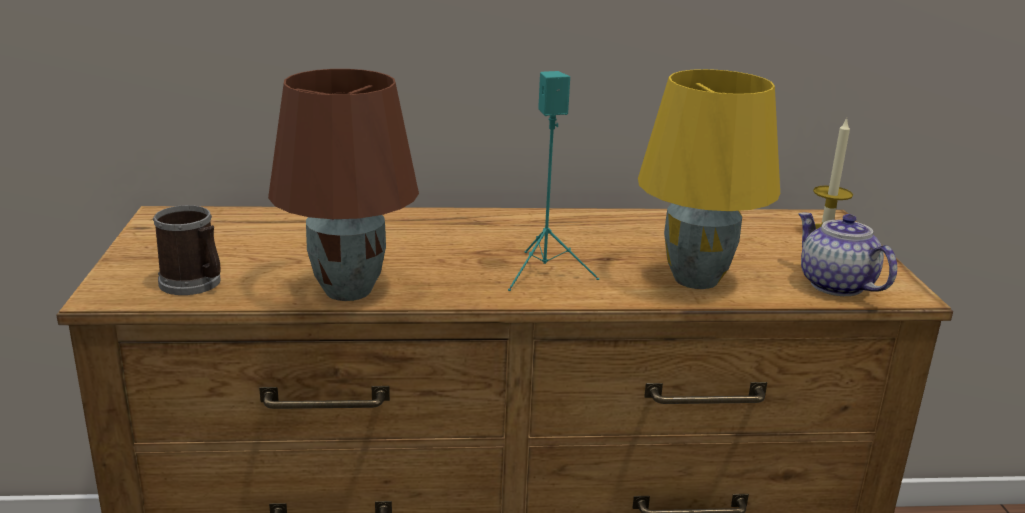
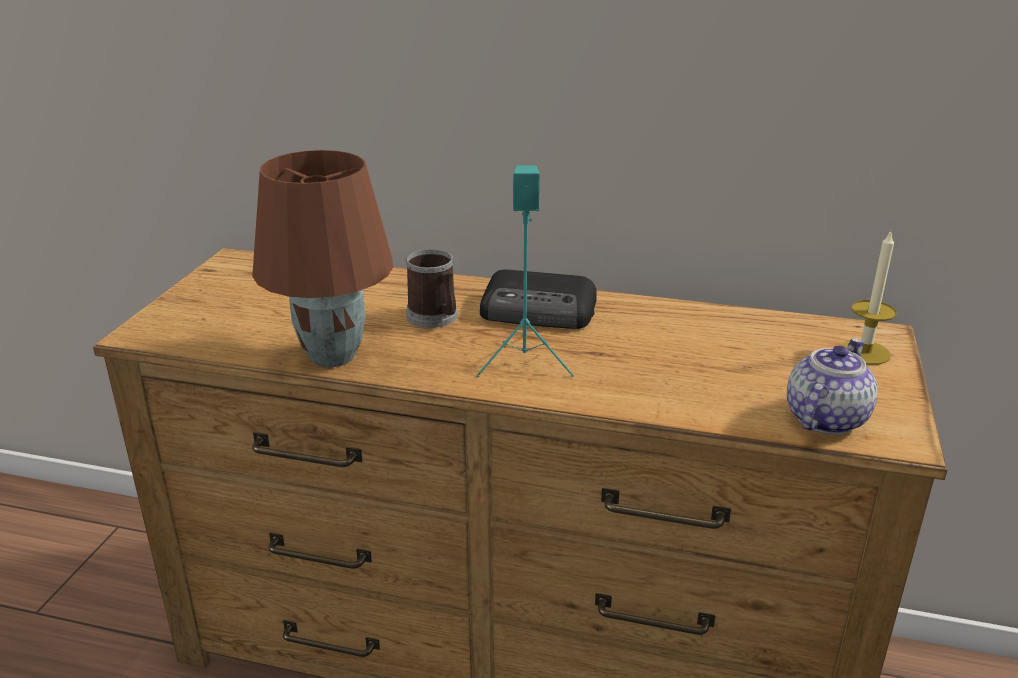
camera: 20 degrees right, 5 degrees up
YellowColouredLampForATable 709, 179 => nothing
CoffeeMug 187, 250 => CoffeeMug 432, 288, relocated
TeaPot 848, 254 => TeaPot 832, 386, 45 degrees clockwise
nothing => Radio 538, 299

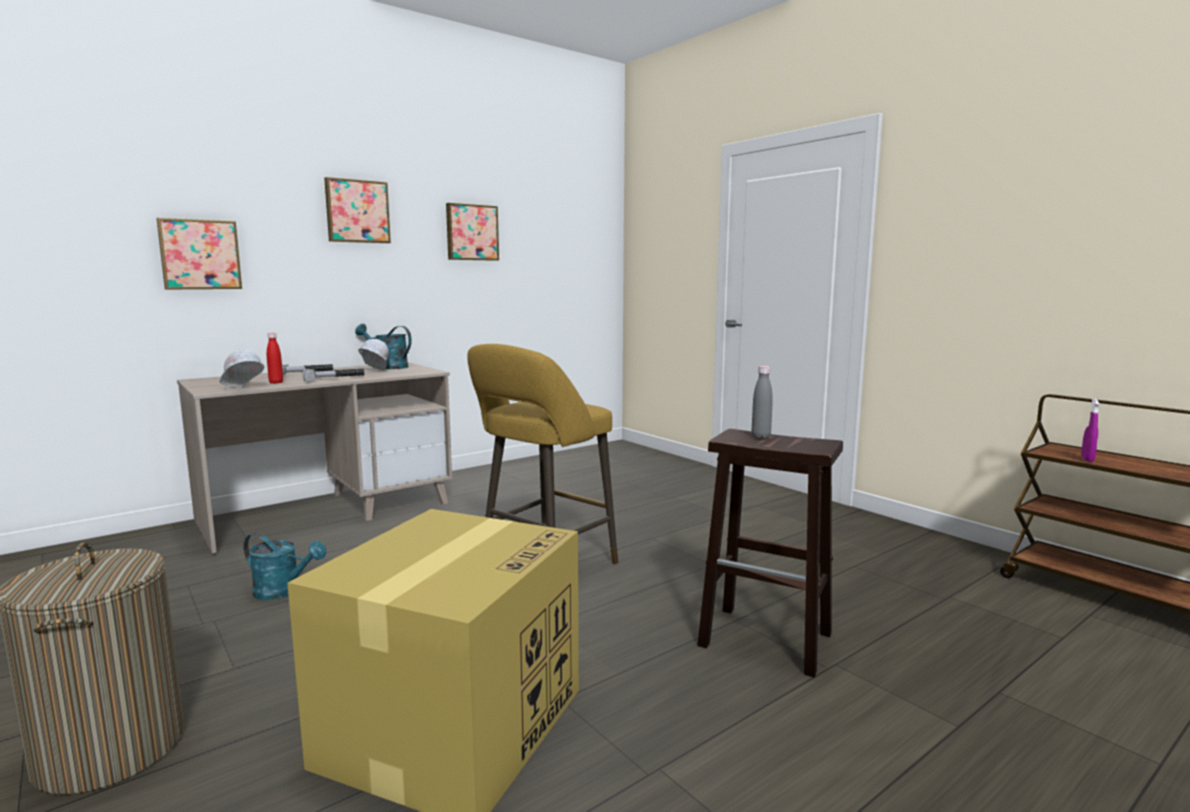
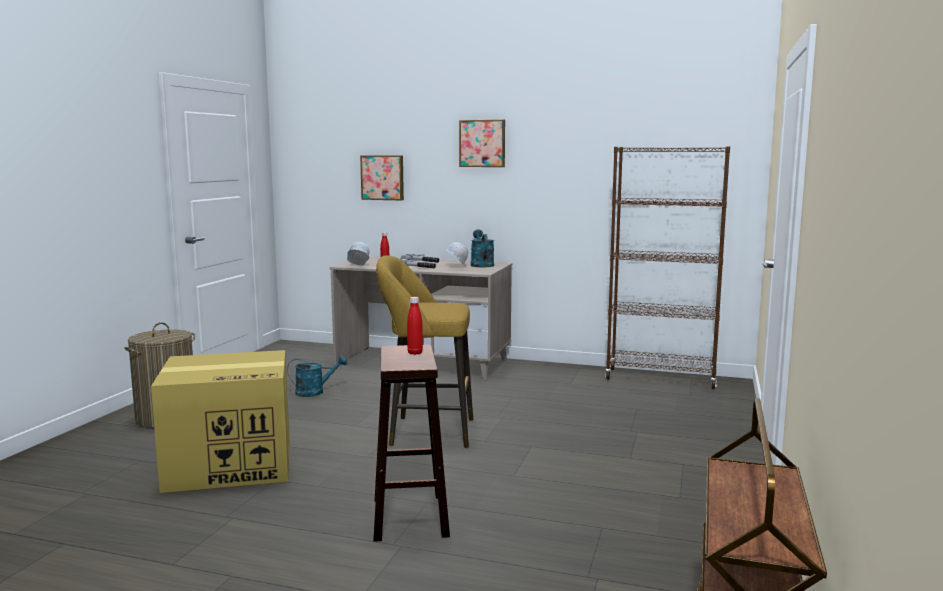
camera: 55 degrees right, 0 degrees up
WallPicture 472, 232 => nothing
GreyishDrinkBottle 762, 402 => RedColouredDrinkBottle 415, 326
PurpleColouredSprayer 1090, 430 => nothing
BlueGreenWateringPot 284, 566 => BlueGreenWateringPot 317, 376, 90 degrees counterclockwise
nothing => BrownColouredBookshelf 667, 267

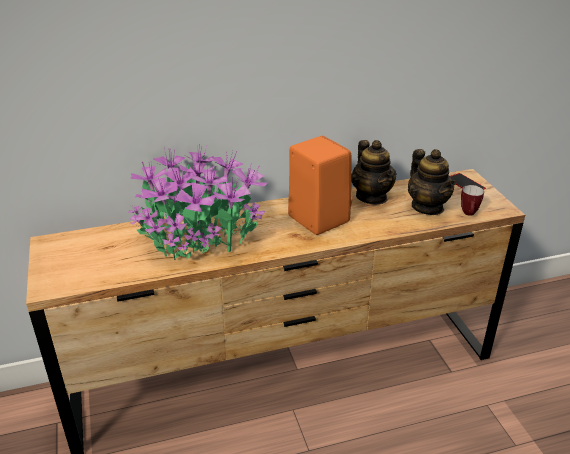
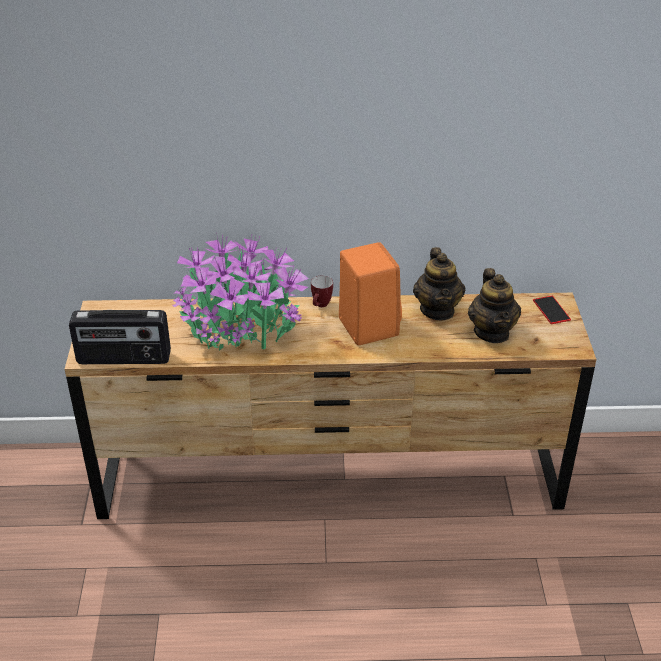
camera: 15 degrees right, 5 degrees up
CoffeeMug 472, 200 => CoffeeMug 322, 291, relocated
nothing => Radio 120, 337

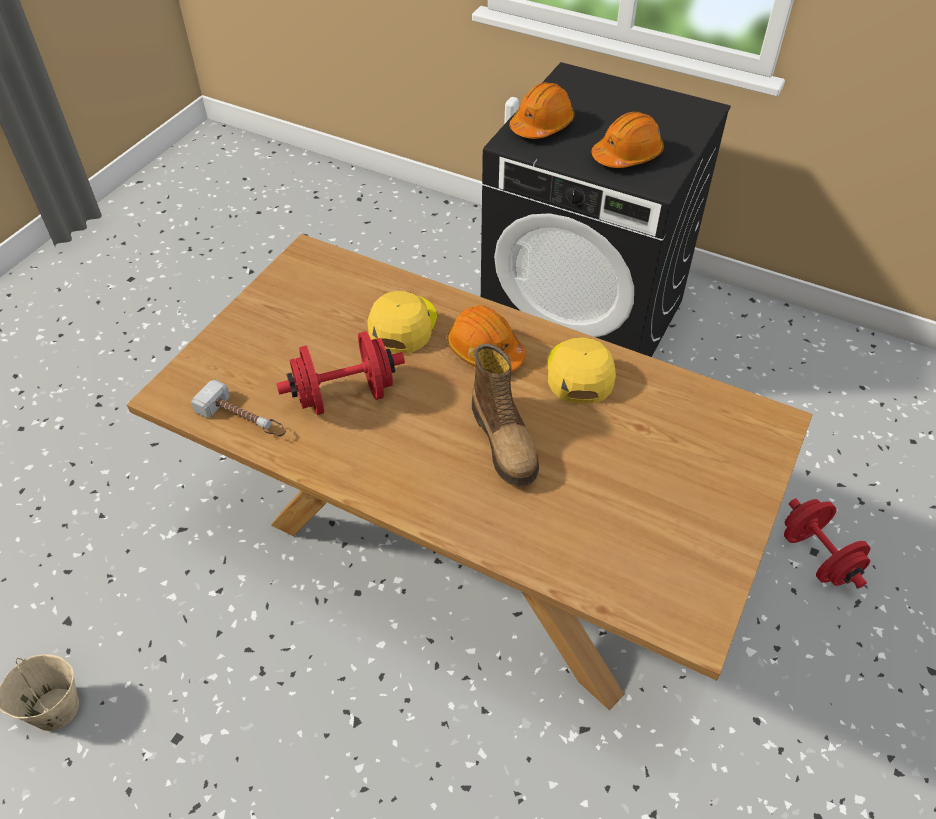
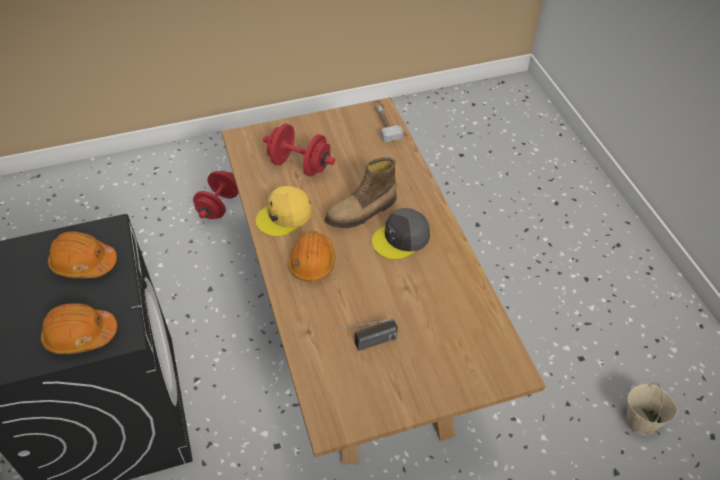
camera: 135 degrees left, 0 degrees up
YellowColouredBaseballCap 402, 322 => nothing
RedColouredDumbbell 340, 373 => RedColouredDumbbell 299, 150, relocated
HighTopBoot 505, 415 => HighTopBoot 361, 192, 150 degrees counterclockwise
ToolHammer 238, 408 => ToolHammer 388, 121, relocated
nothing => GreyishBaseballCap 401, 233
nothing => Radio 365, 335

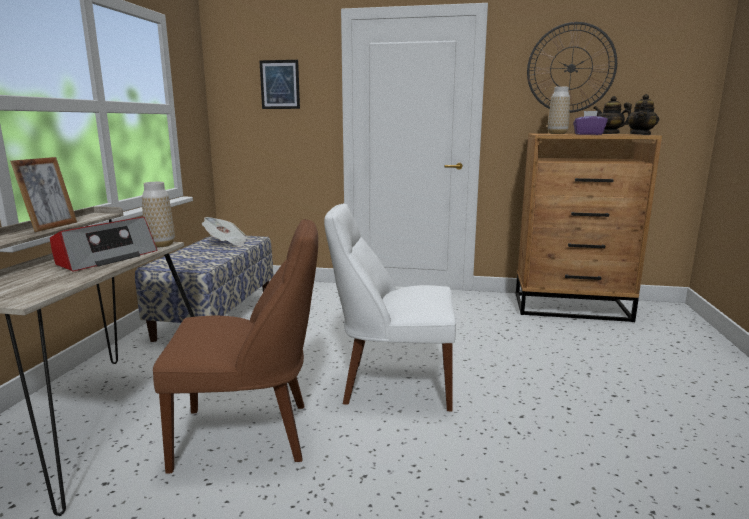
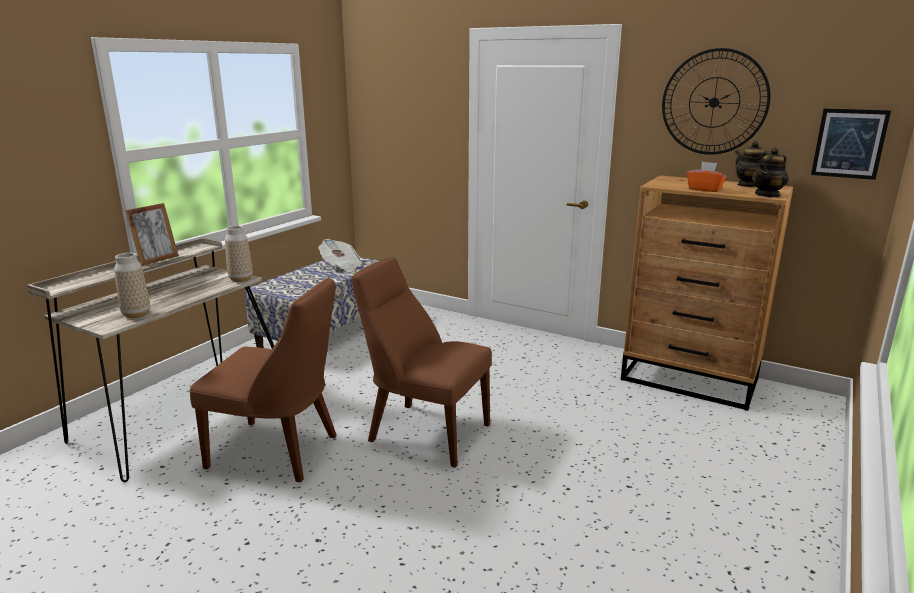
camera: 20 degrees right, 5 degrees up
WallPicture 279, 84 => WallPicture 851, 144, relocated
FlowerVase 559, 110 => FlowerVase 132, 285, relocated
PurpleColouredBoxOfTissues 590, 123 => OrangeBoxOfTissues 707, 177
WhitishUprightChair 390, 307 => BrownColouredUprightChair 422, 362
Radio 103, 244 => nothing

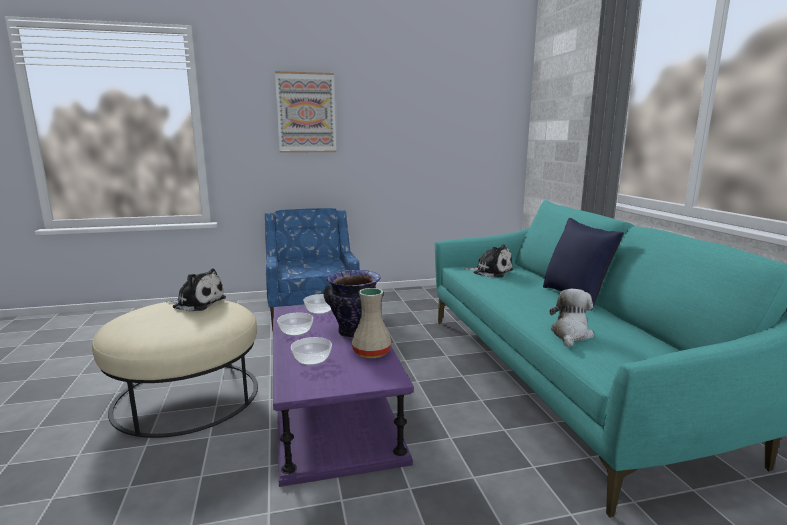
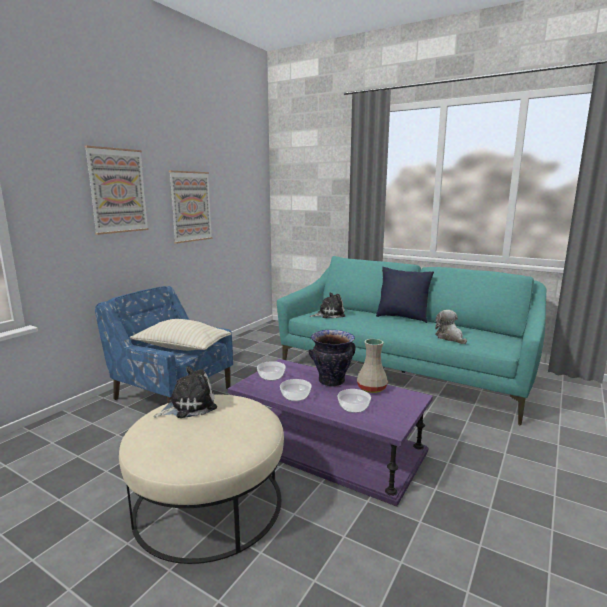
camera: 45 degrees left, 0 degrees up
nothing => WallPicture 191, 207
nothing => BeigeCushion 180, 335

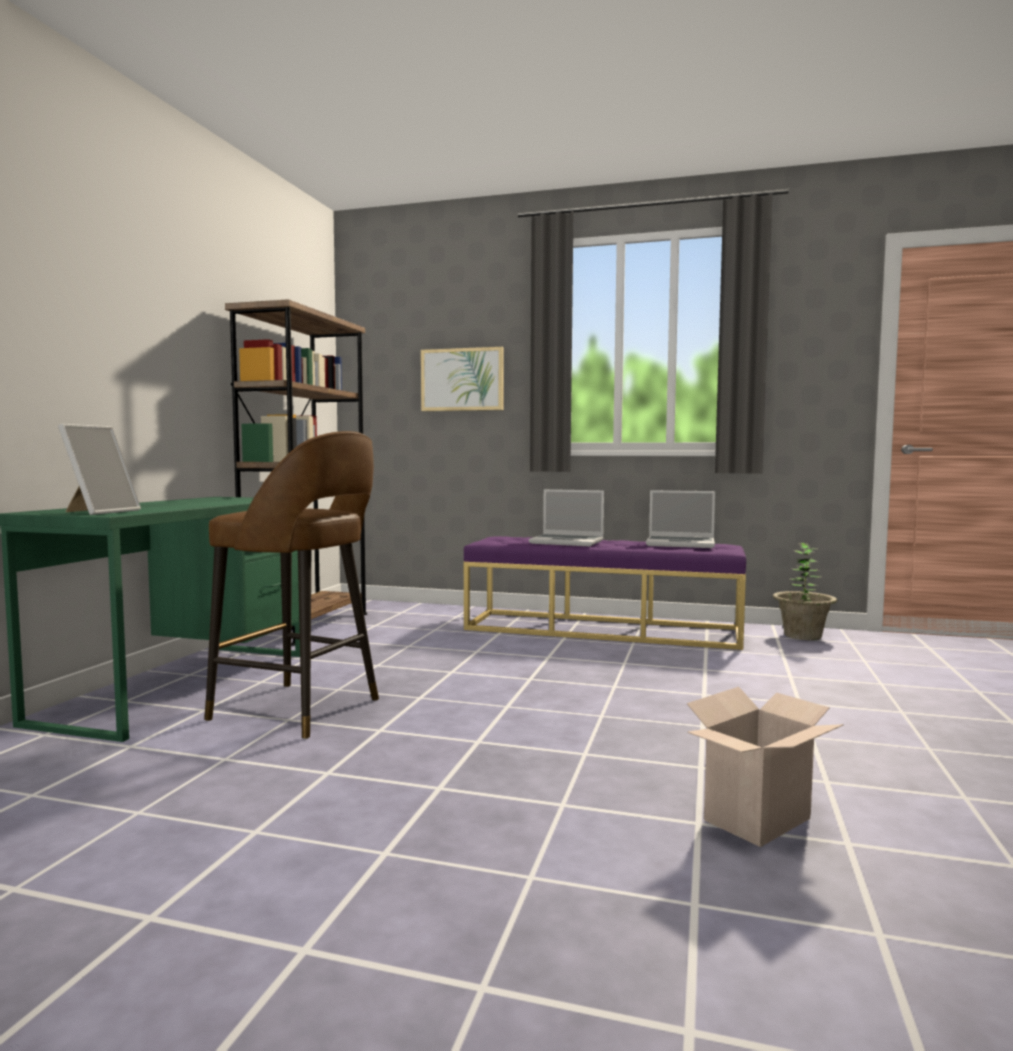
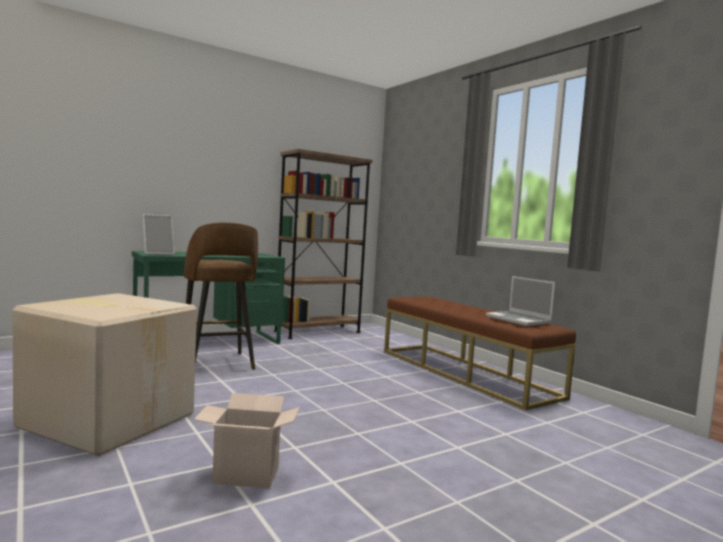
camera: 40 degrees right, 0 degrees up
WallPicture 462, 379 => nothing
Laptop 566, 517 => nothing
PurpleColouredLongSeat 605, 593 => BrownColouredLongSeat 480, 353
PlantInAPot 805, 591 => nothing
nothing => PackingBox 104, 374

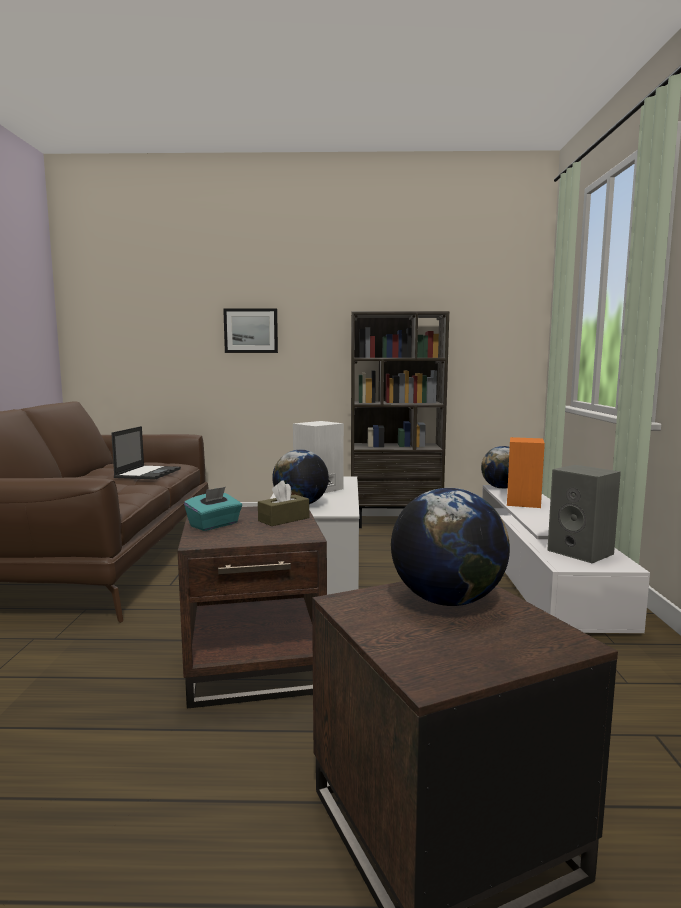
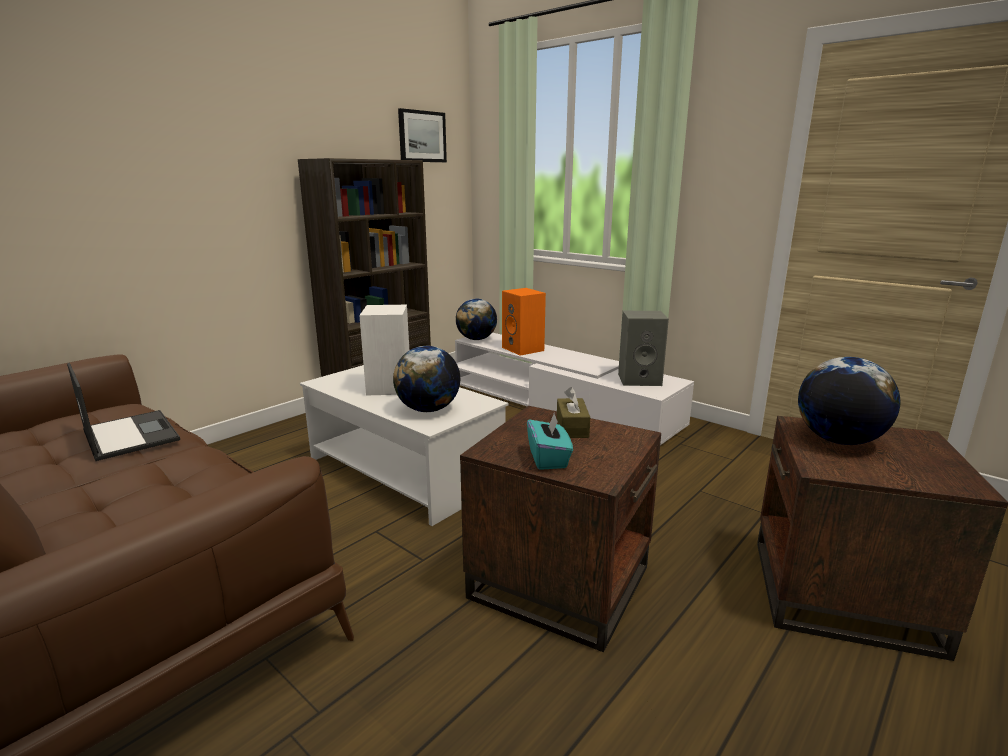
camera: 50 degrees left, 10 degrees up
WallPicture 250, 330 => WallPicture 422, 135, relocated

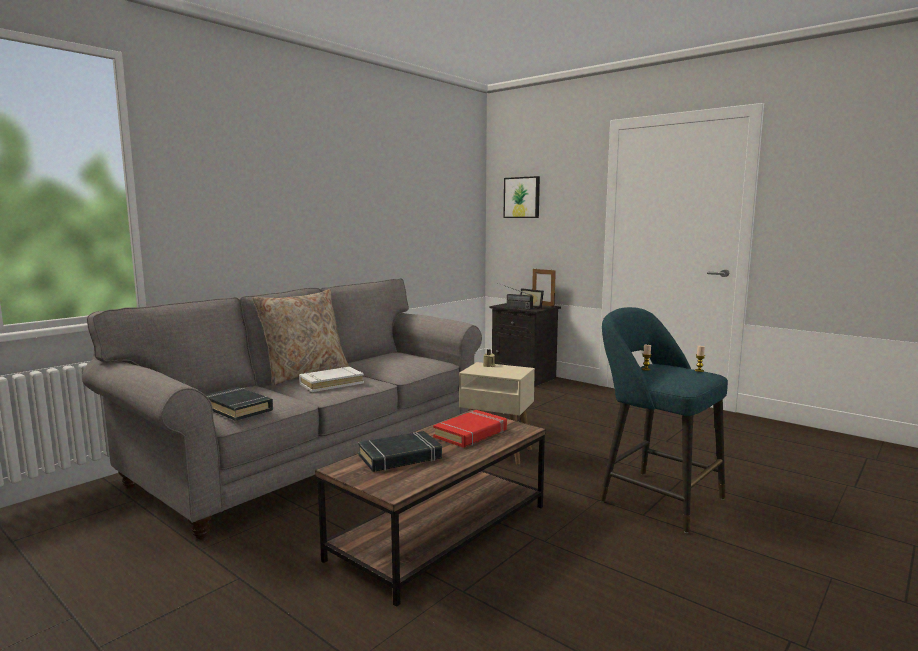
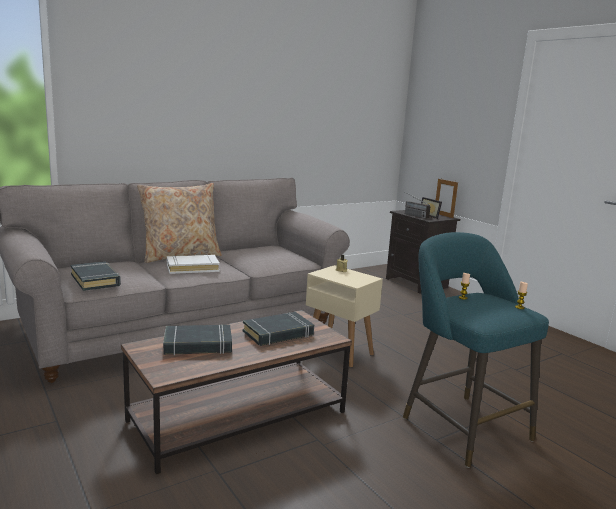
camera: 15 degrees right, 5 degrees up
WallPicture 521, 197 => nothing
RedColouredBook 470, 429 => BlackColouredBook 278, 329

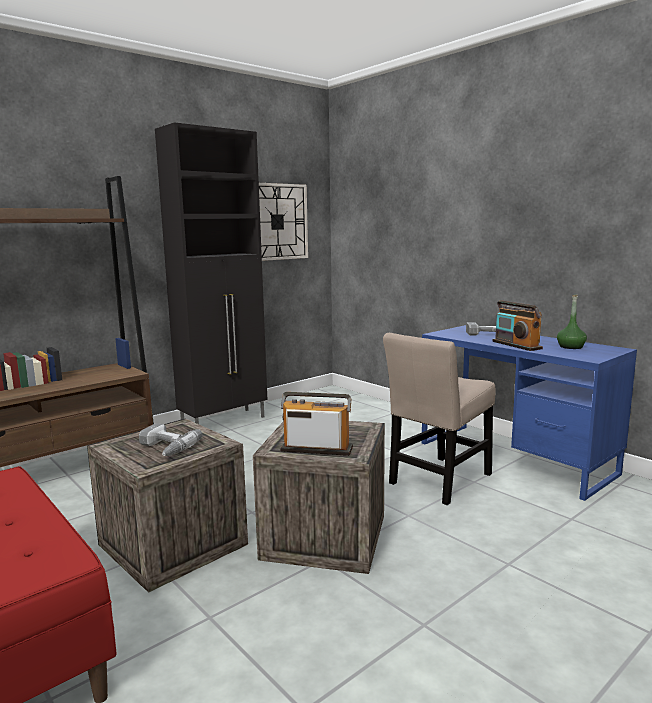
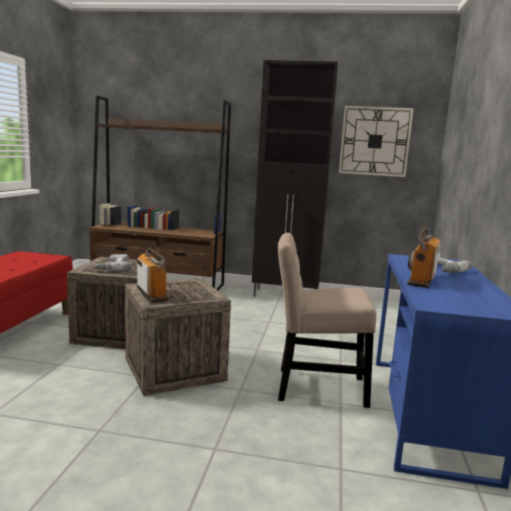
camera: 50 degrees right, 0 degrees up
GreenDrinkBottle 572, 322 => nothing

